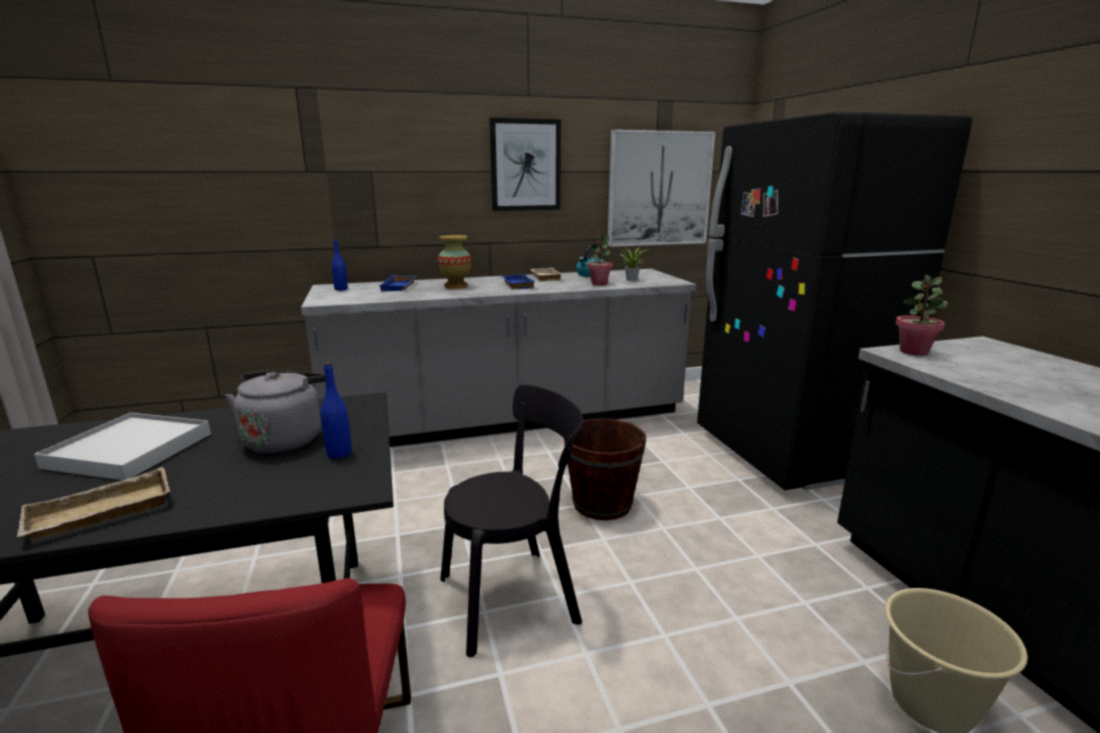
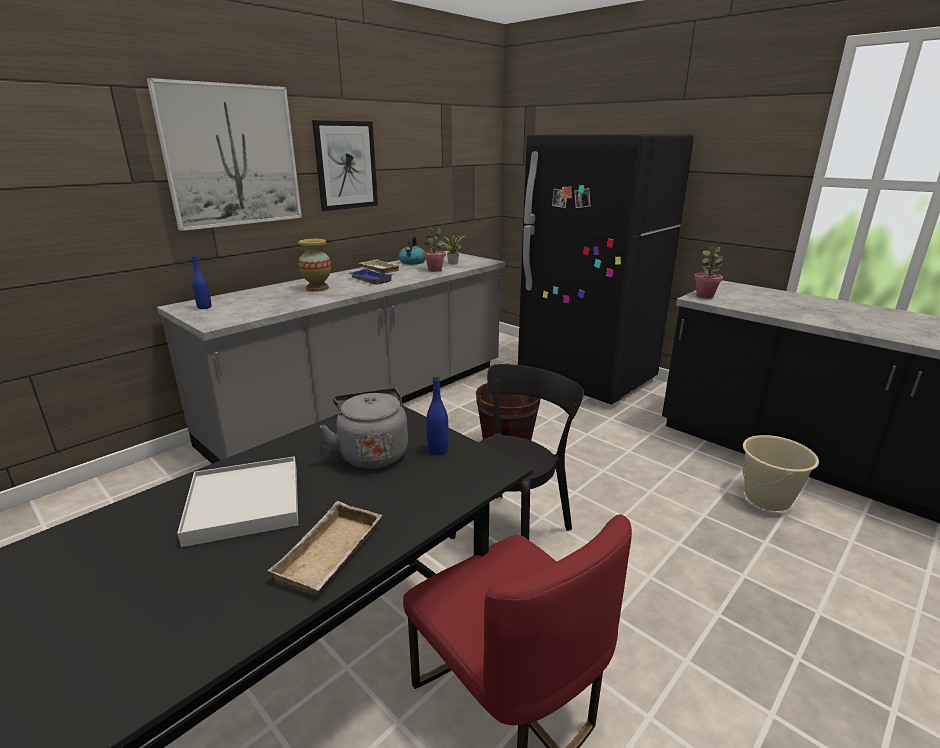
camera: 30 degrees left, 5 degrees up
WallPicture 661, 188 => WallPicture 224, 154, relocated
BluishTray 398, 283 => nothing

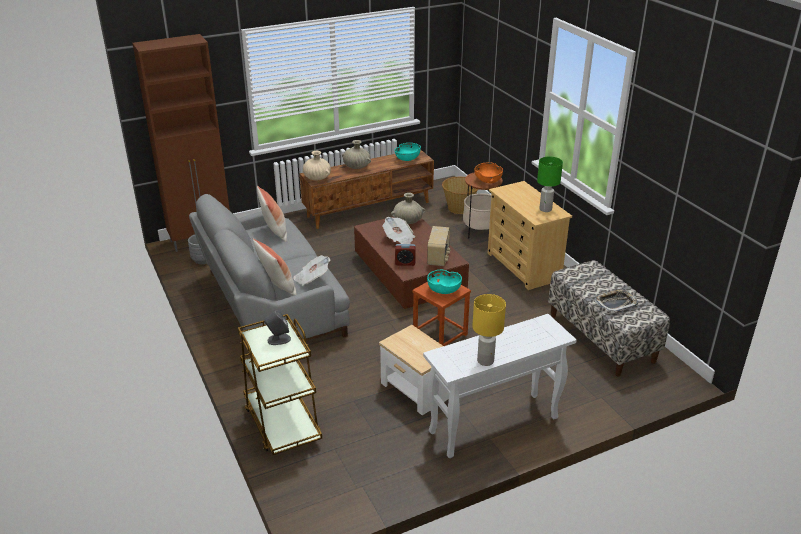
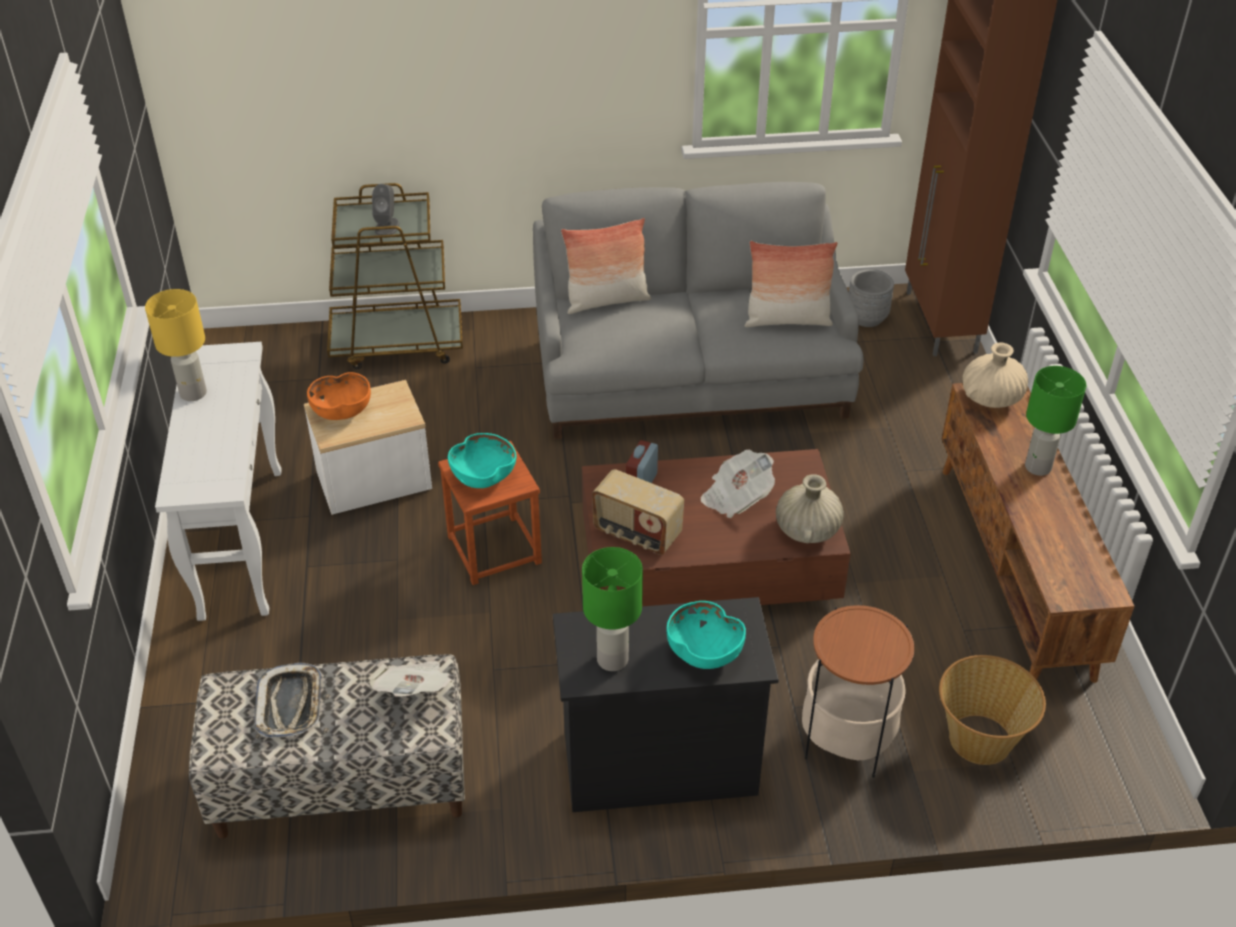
camera: 110 degrees right, 10 degrees up
BeigeFlowerVase 356, 154 => GreenLampForATable 1055, 421
BlueGreenDeepDish 408, 152 => BlueGreenDeepDish 706, 635, relocated
OrangeDeepDish 488, 172 => OrangeDeepDish 339, 396, relocated
BeigeDrawerChest 530, 235 => BlackColouredDrawerChest 666, 704
PrintedPaper 312, 270 => PrintedPaper 410, 679, relocated

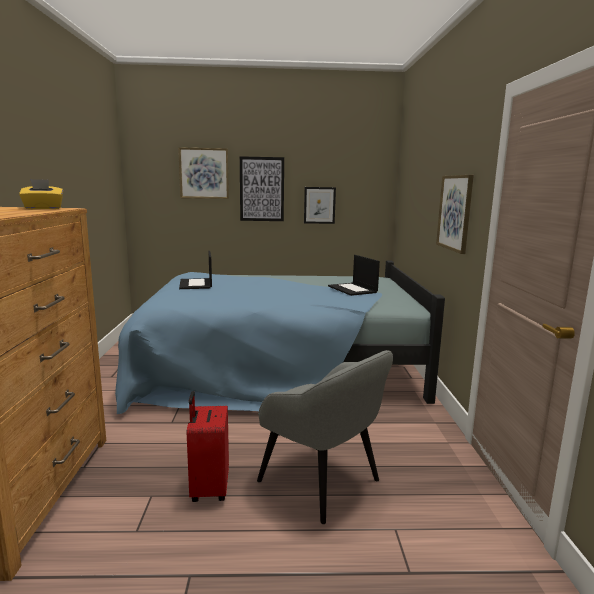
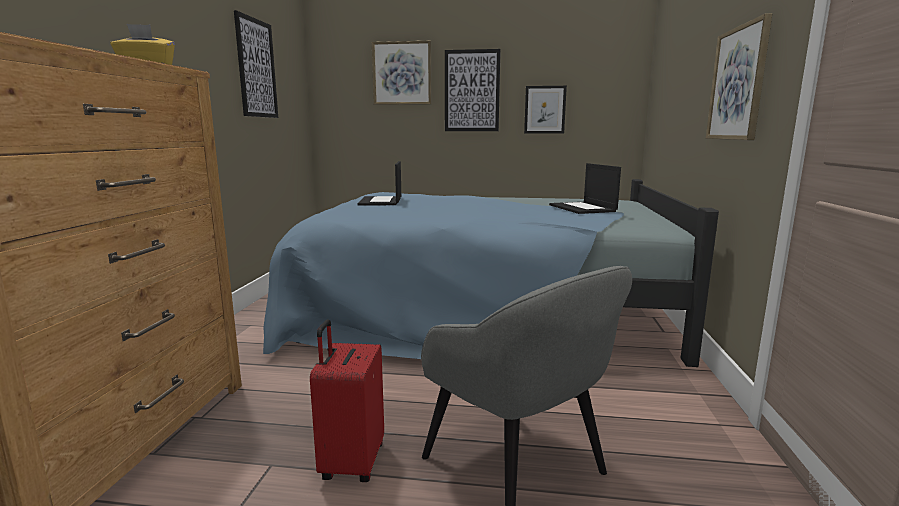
camera: 10 degrees right, 0 degrees up
nothing => WallPicture 256, 64

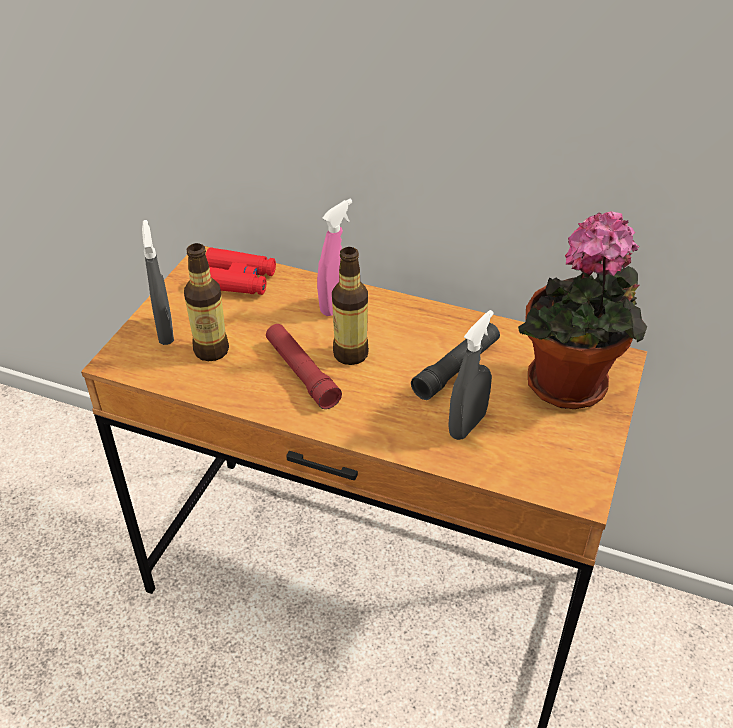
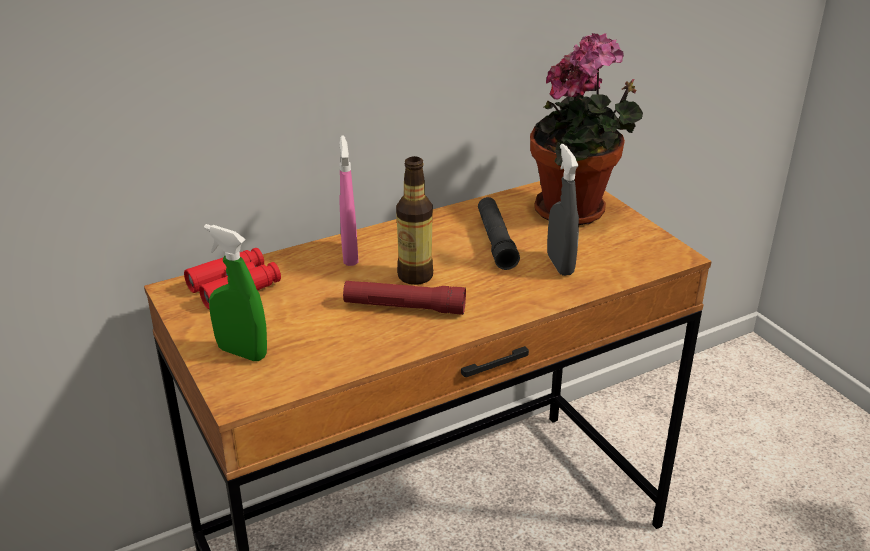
camera: 50 degrees left, 10 degrees down
GreyishSprayer 158, 282 => GreenSprayer 235, 292
DrinkBottle 206, 302 => nothing

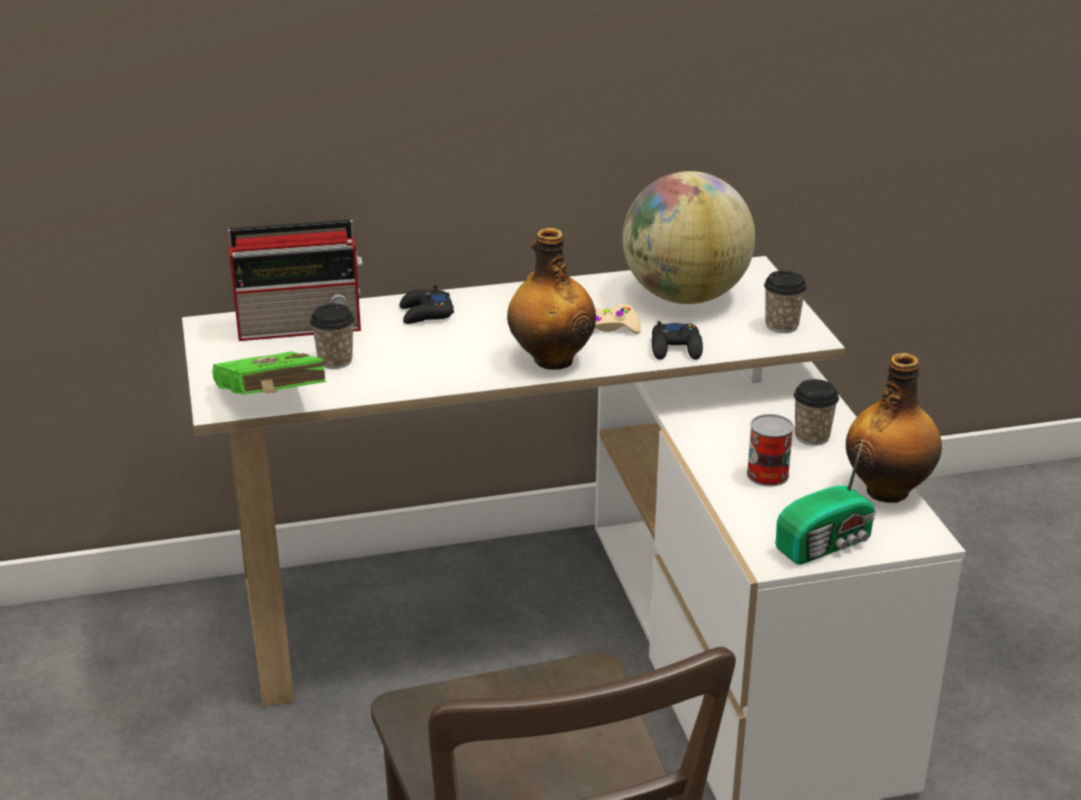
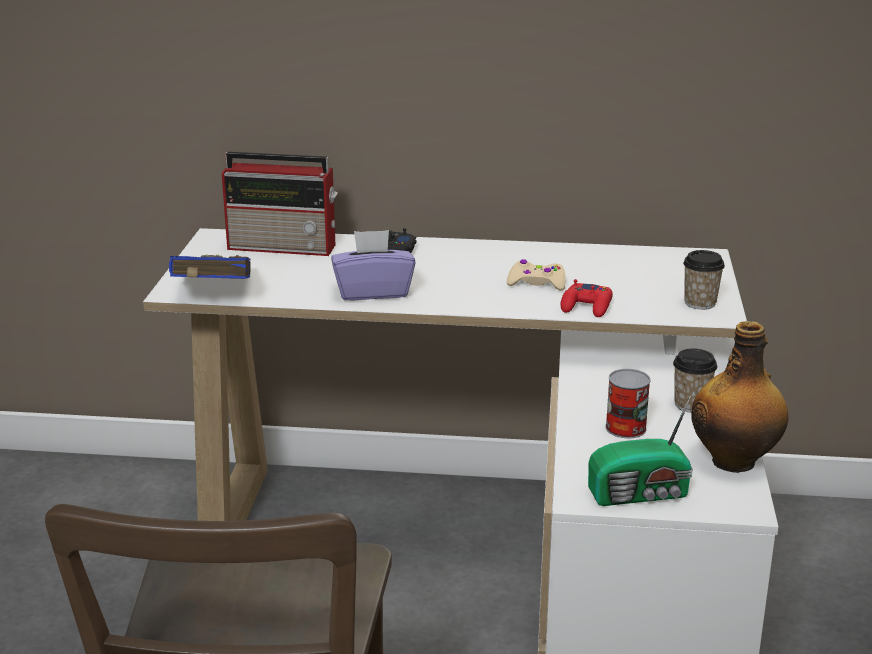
camera: 20 degrees right, 5 degrees down
WorldGlobe 689, 237 => nothing
DrinkBottle 551, 299 => nothing
Cup 332, 336 => nothing
BlackColouredJoypad 677, 340 => RedColouredJoypad 587, 298
GreenBook 269, 373 => BluishBook 210, 266
nothing => PurpleColouredBoxOfTissues 373, 265

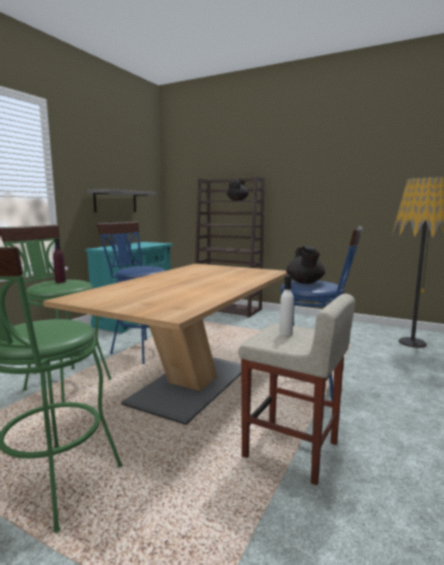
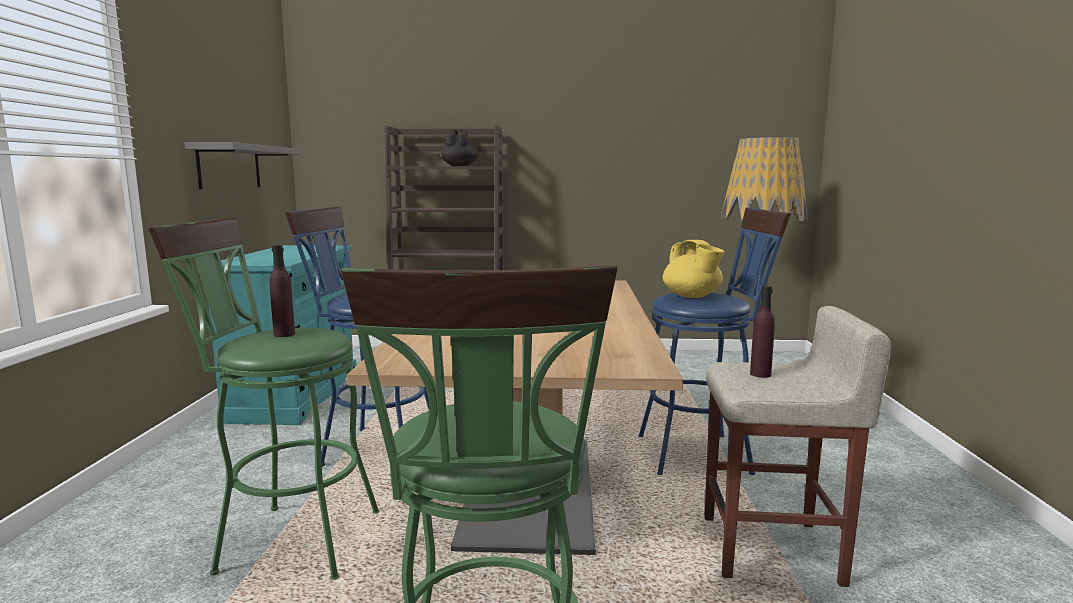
camera: 25 degrees left, 0 degrees up
BlackColouredTeaPot 305, 265 => YellowColouredTeaPot 693, 269
WhitishDrinkBottle 286, 305 => PurpleColouredDrinkBottle 762, 332

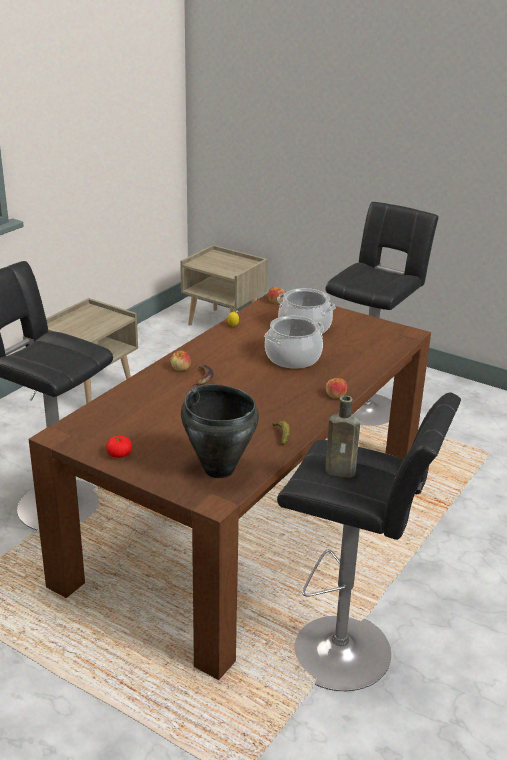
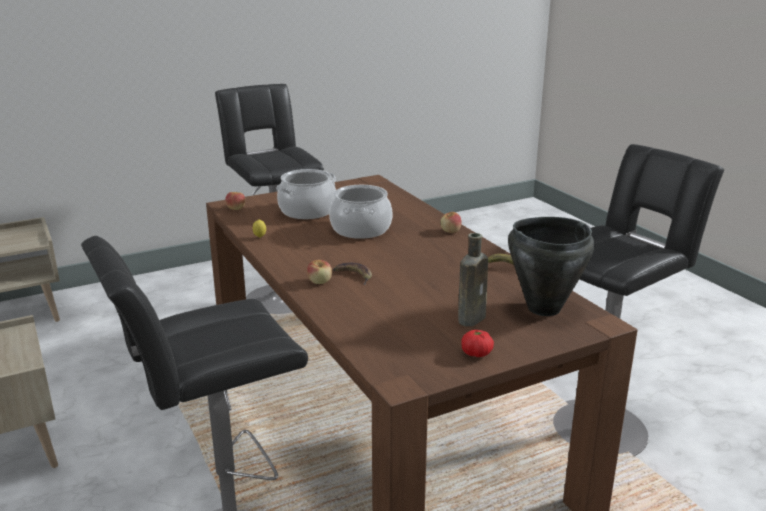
camera: 60 degrees left, 5 degrees down
BrownColouredDrinkBottle 342, 437 => BrownColouredDrinkBottle 473, 279, relocated

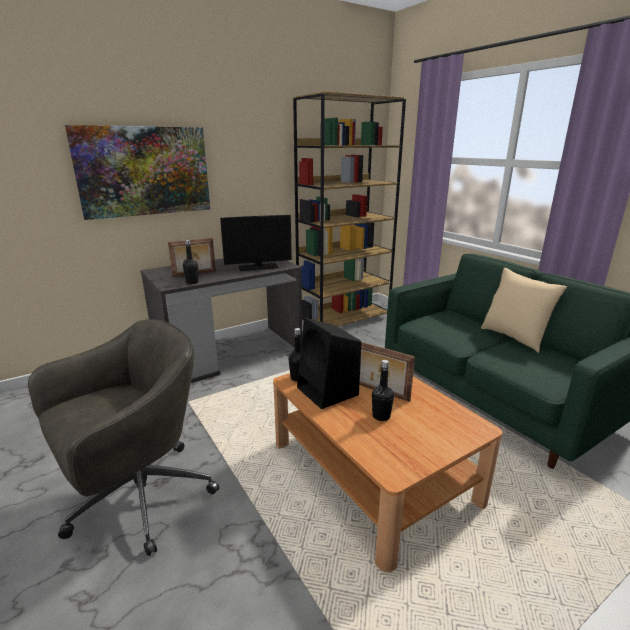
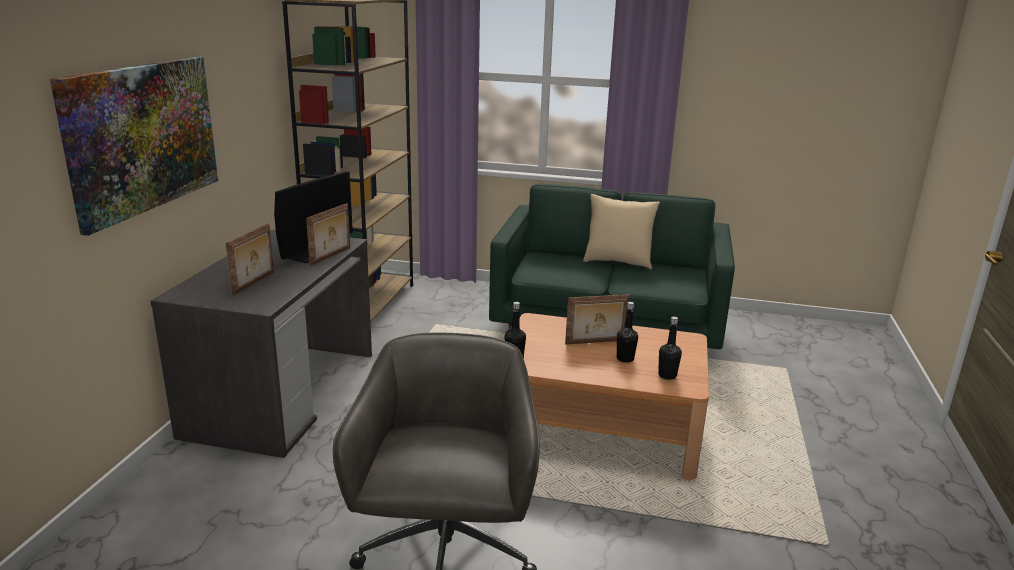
camera: 45 degrees left, 0 degrees up
BlackColouredDrinkBottle 191, 262 => BlackColouredDrinkBottle 670, 348, relocated
BlackColouredAudioSpeaker 329, 363 => nothing
nothing => StandingFrame 328, 234

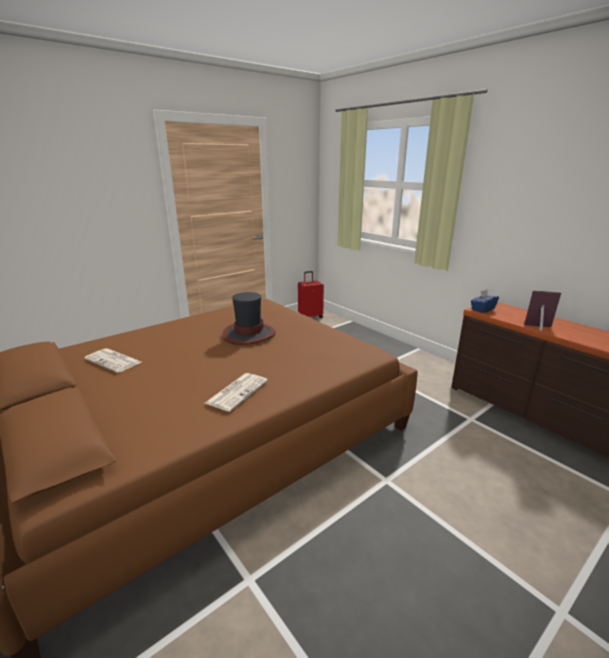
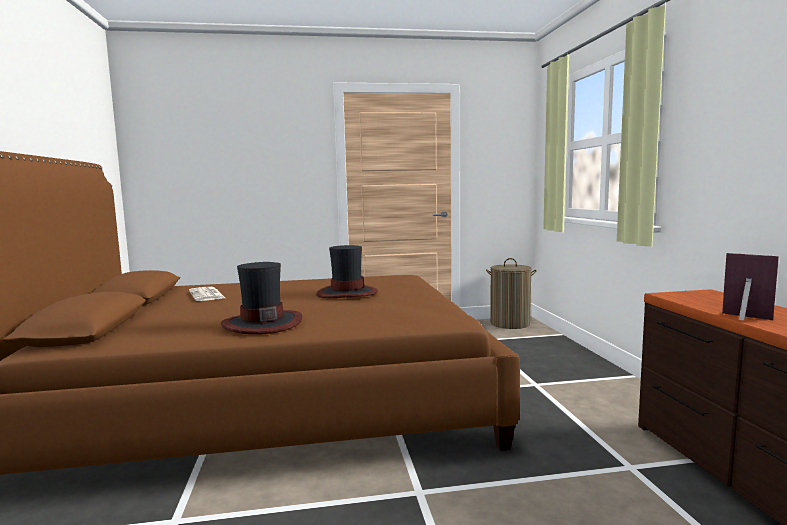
camera: 30 degrees right, 15 degrees down
RedColouredSuitcase 311, 294 => Hamper 511, 293
BluishBoxOfTissues 485, 301 => nothing
PrintedPaper 236, 392 => WearableHat 262, 298

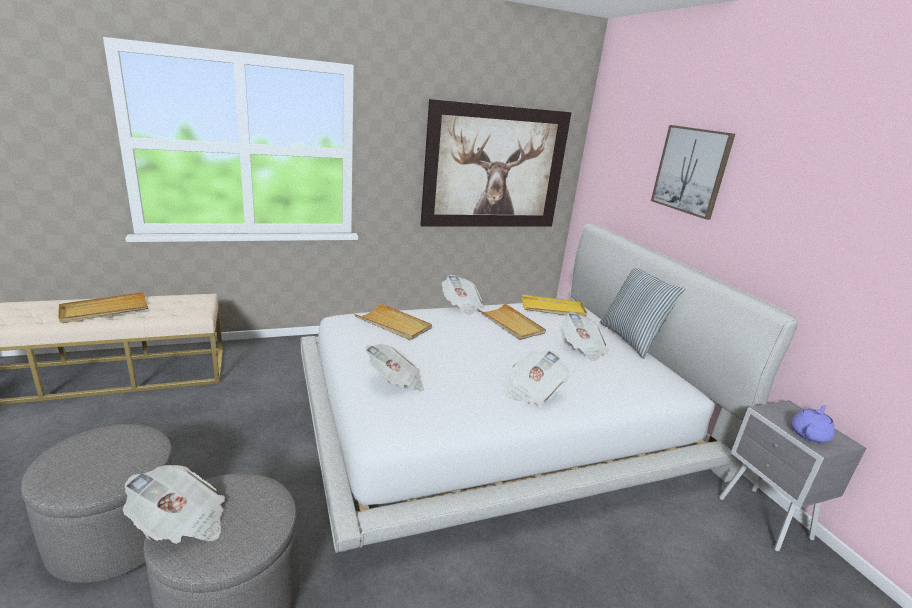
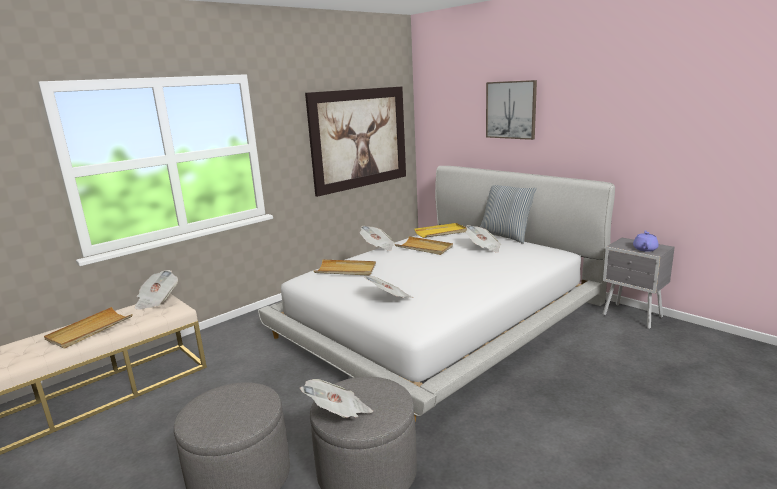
camera: 20 degrees left, 5 degrees down
PrintedPaper 537, 378 => PrintedPaper 156, 290, relocated

